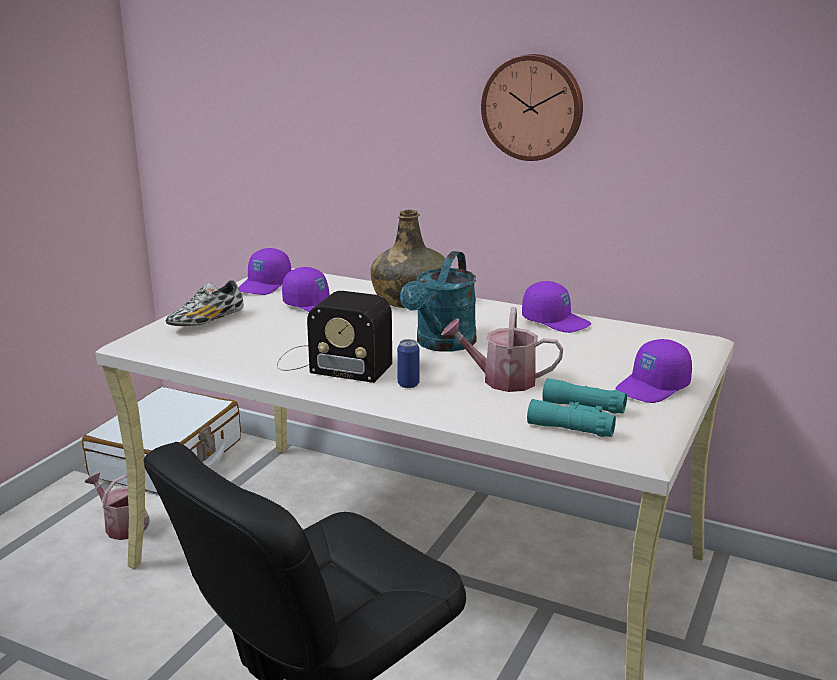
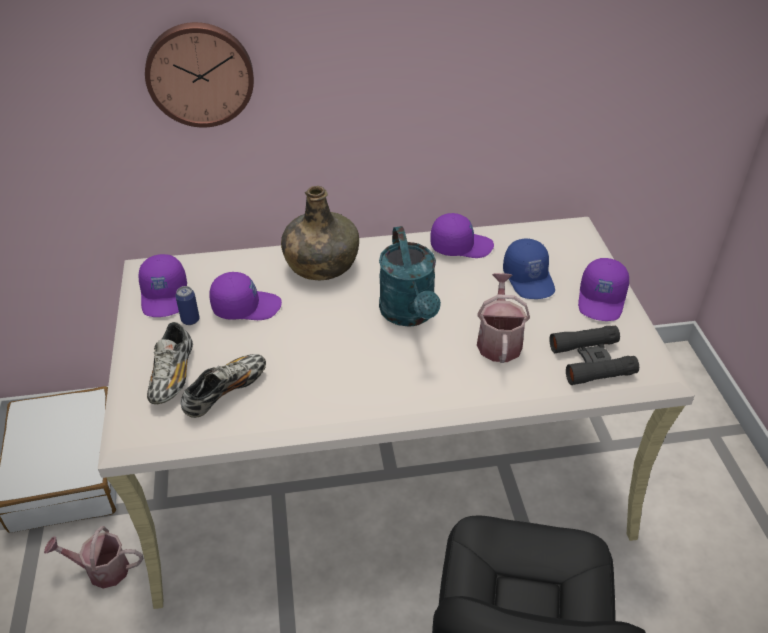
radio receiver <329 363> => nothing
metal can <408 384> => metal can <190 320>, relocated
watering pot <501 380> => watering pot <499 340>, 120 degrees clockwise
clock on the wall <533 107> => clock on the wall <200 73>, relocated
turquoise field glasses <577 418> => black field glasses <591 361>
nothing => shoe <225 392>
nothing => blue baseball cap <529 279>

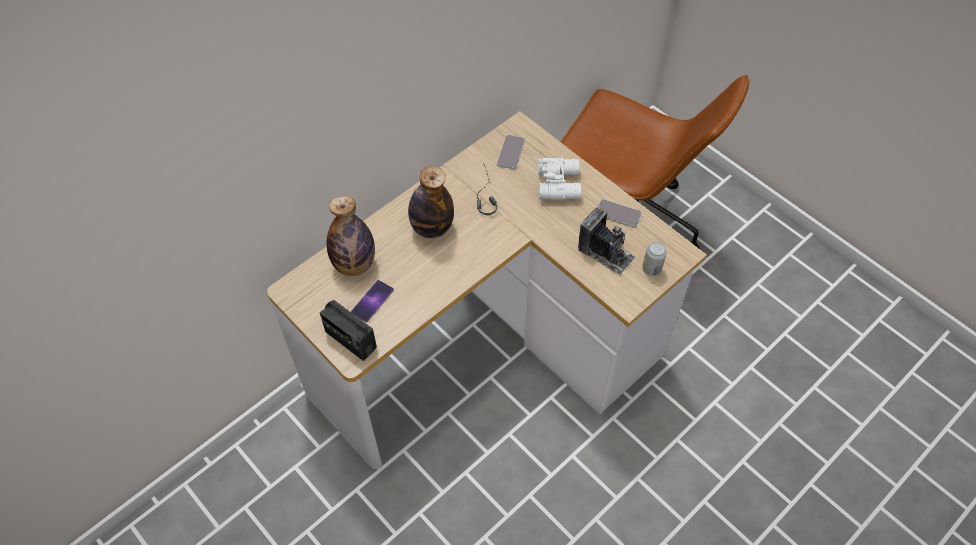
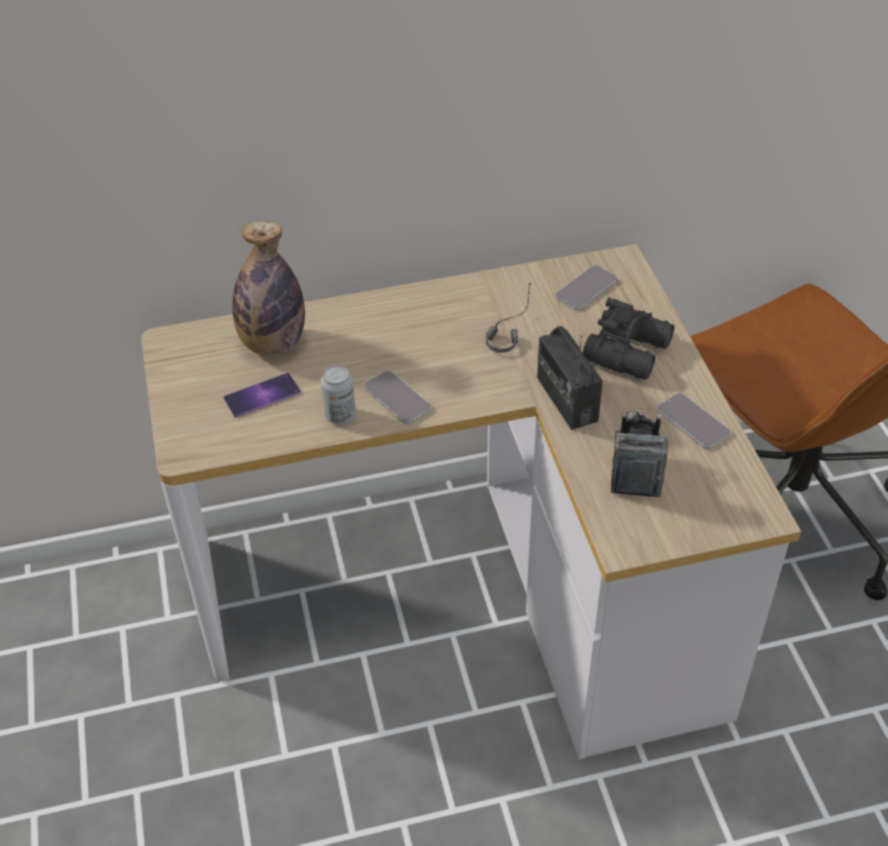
radio receiver <350 340> => radio receiver <566 399>, relocated
beverage bottle <432 228> => nothing
white field glasses <559 183> => black field glasses <630 351>
photo camera <605 253> => photo camera <636 465>, 150 degrees counterclockwise
metal can <651 269> => metal can <340 415>, relocated
nothing => telephone <397 398>

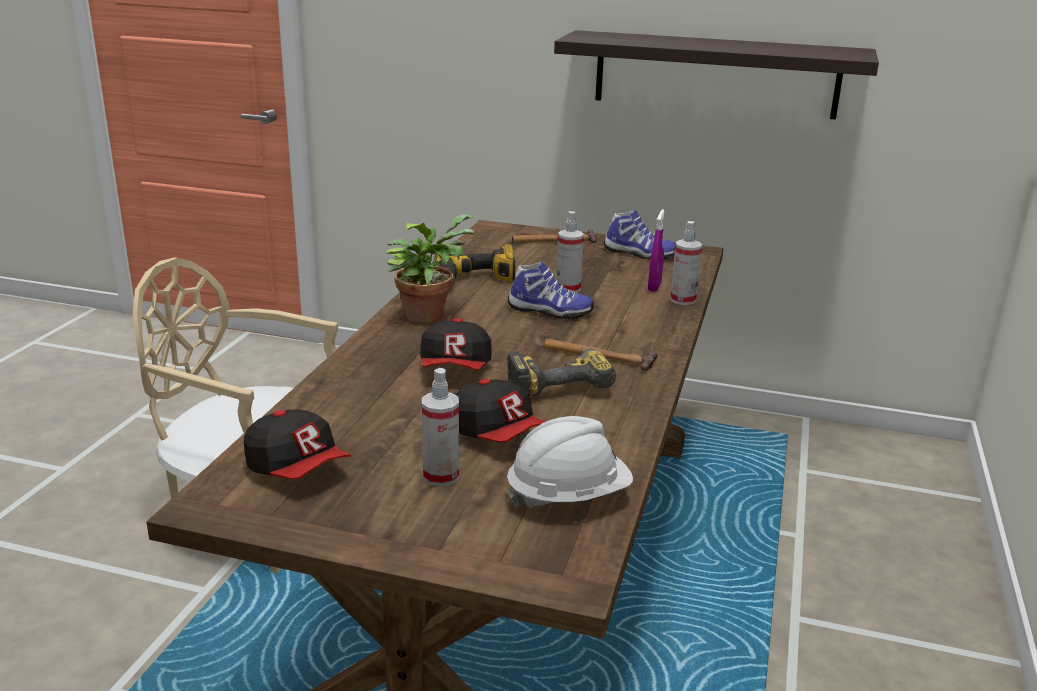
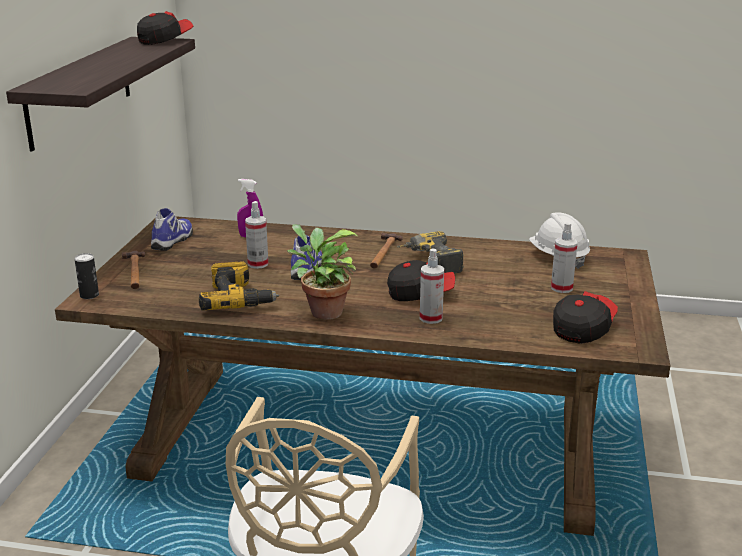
baseball cap <498 434> => baseball cap <164 40>, relocated
spray bottle <683 300> => spray bottle <431 318>, relocated
nothing => metal can <89 295>

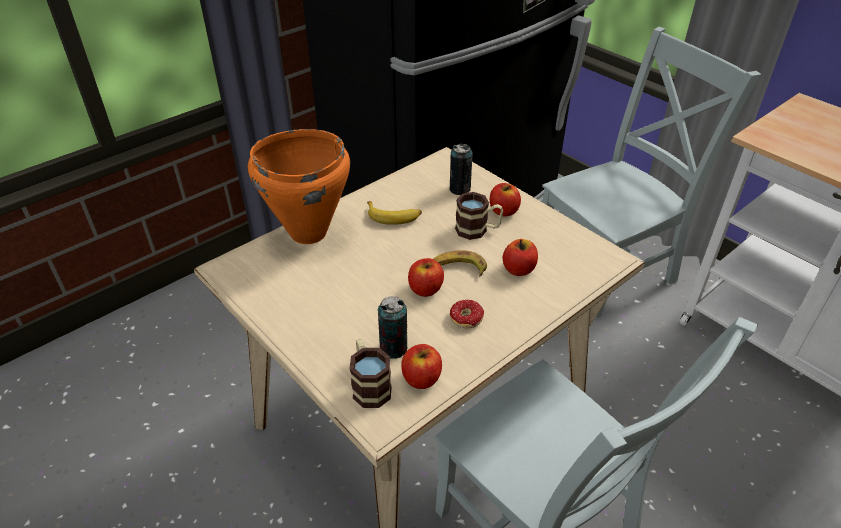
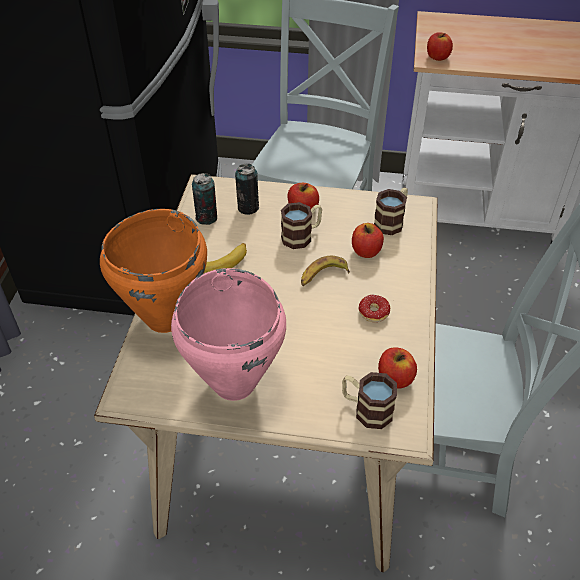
metal can <393 348> => metal can <206 218>, relocated
apple fruit <425 289> => apple fruit <437 57>, relocated
nothing => pink cooking pot <233 384>
nothing => coffee mug <391 221>

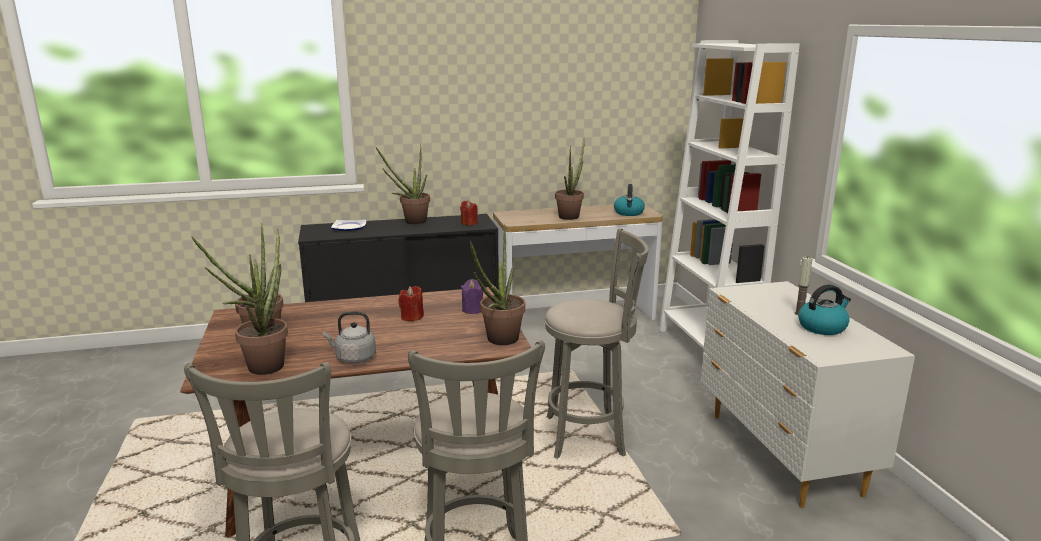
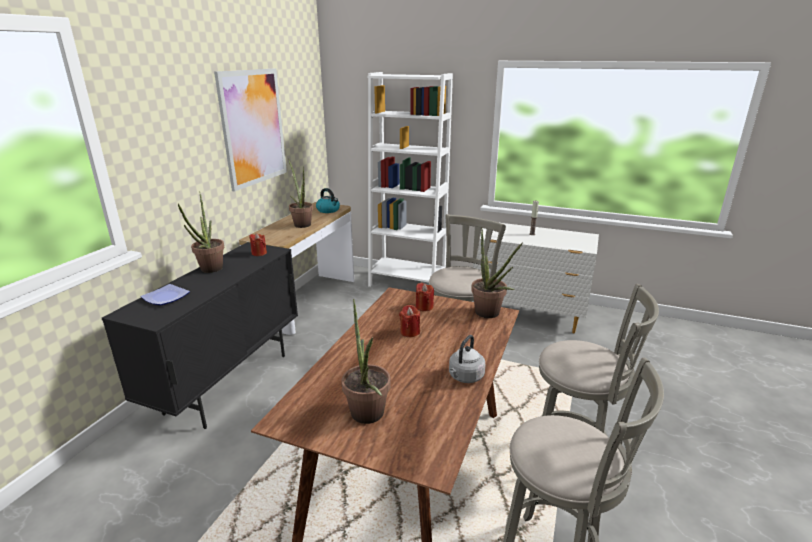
houseplant <270 363> => nothing
purplish wax light <472 310> => red-coloured wax light <424 307>
kettle <822 327> => nothing
nothing => wall picture <253 127>

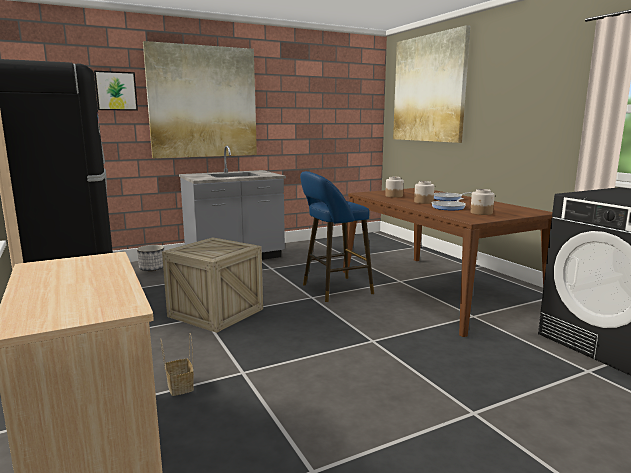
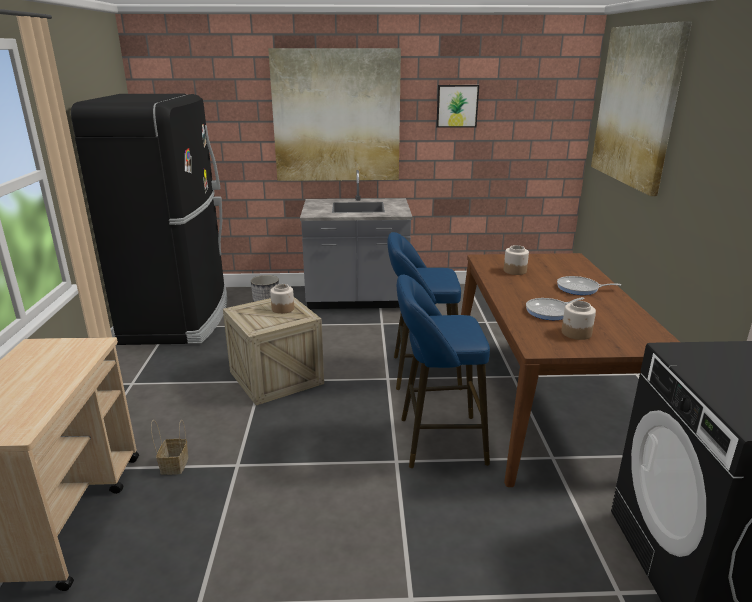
wall picture <116 91> => wall picture <457 106>, relocated
storage jar <423 202> => storage jar <283 309>, relocated
nothing => blue stool <436 441>

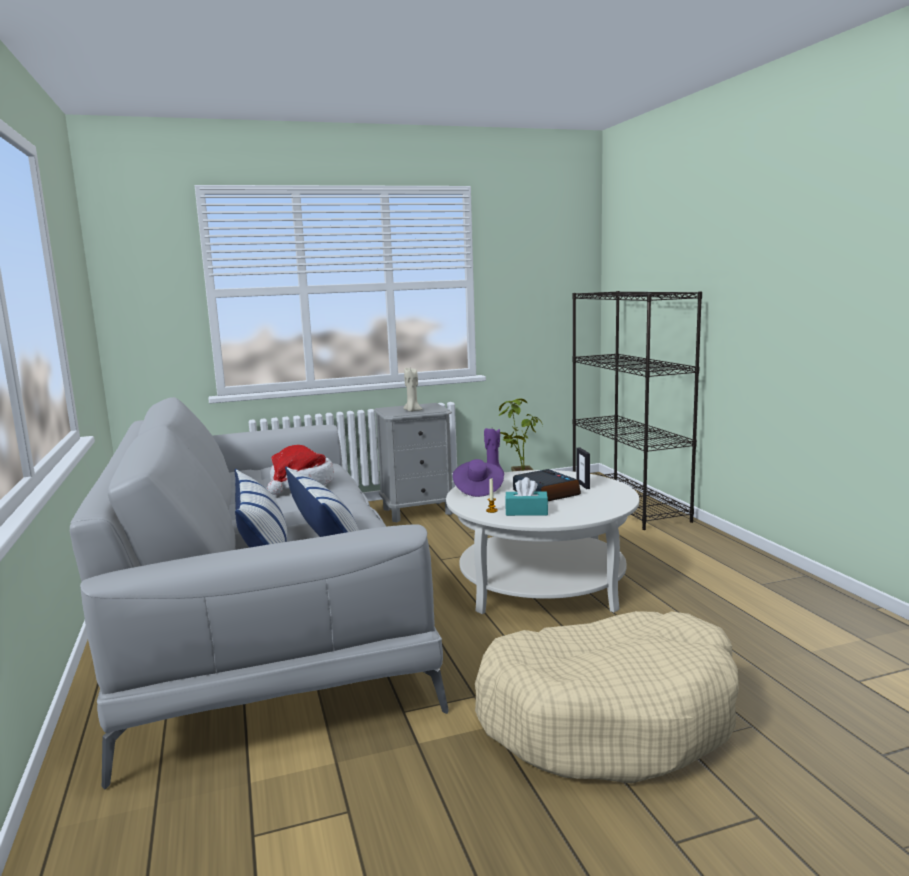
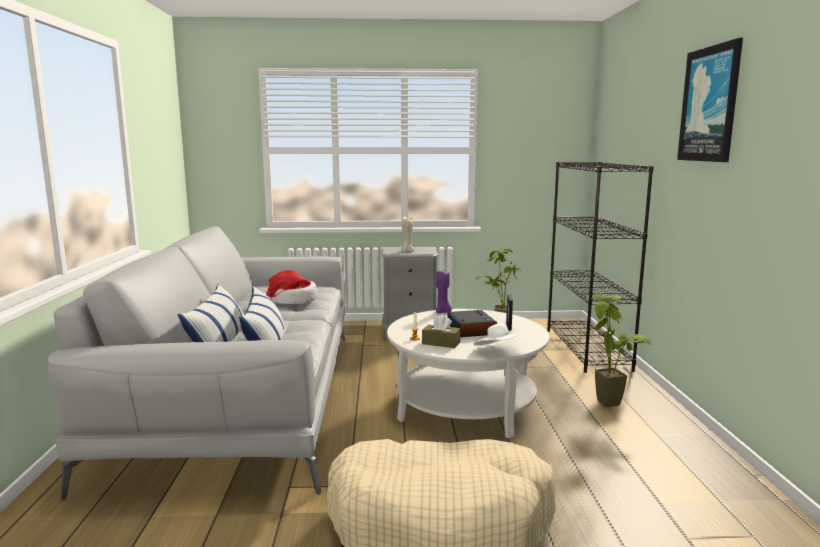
purplish clothing hat <477 489> => nothing
turquoise box of tissues <526 512> => brownish box of tissues <441 343>
nothing => white clothing hat <498 351>
nothing => houseplant <611 407>
nothing => wall picture <710 104>

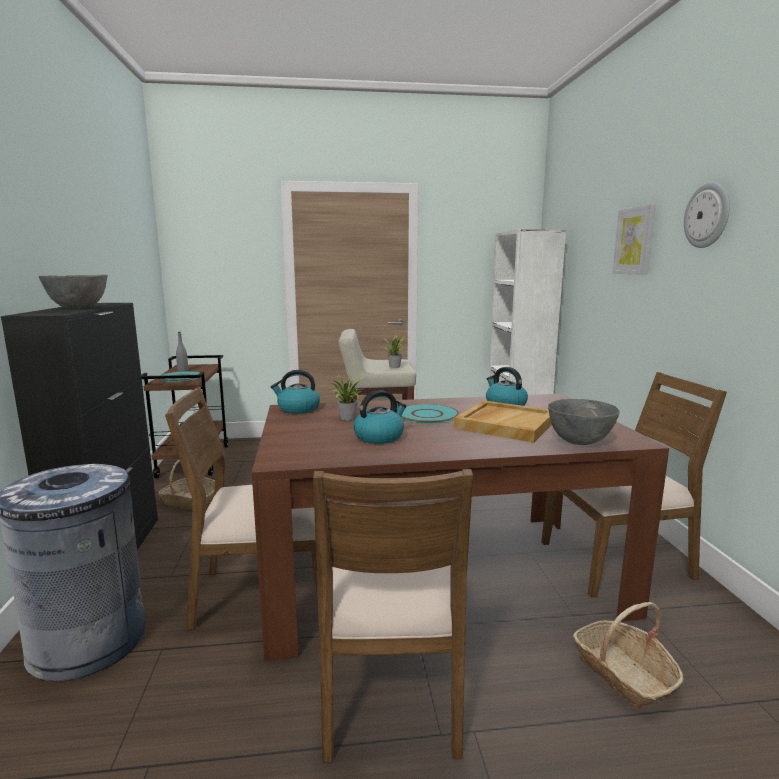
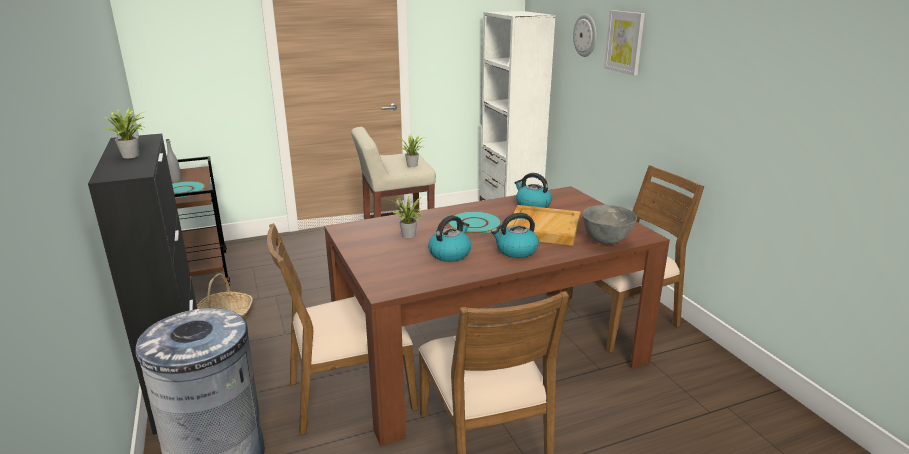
greyish bowl <78 308> => houseplant <133 156>
kettle <298 409> => kettle <515 251>, relocated
household basket <623 673> => nothing
clock on the wall <707 215> => clock on the wall <585 35>, relocated

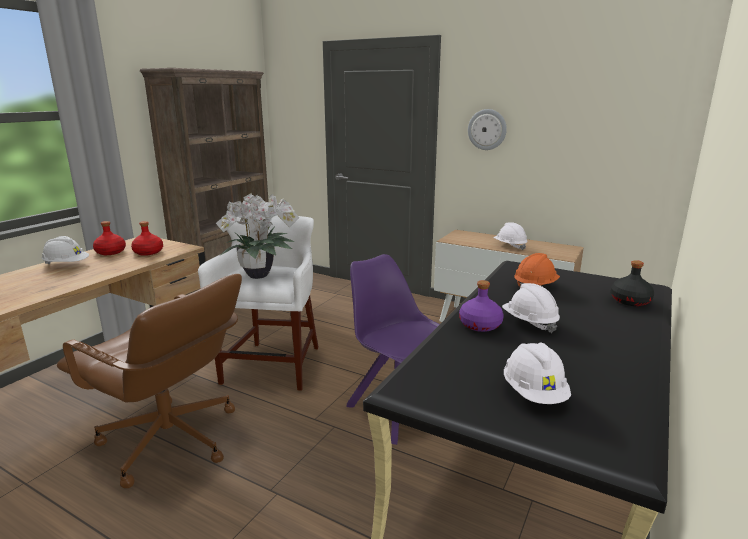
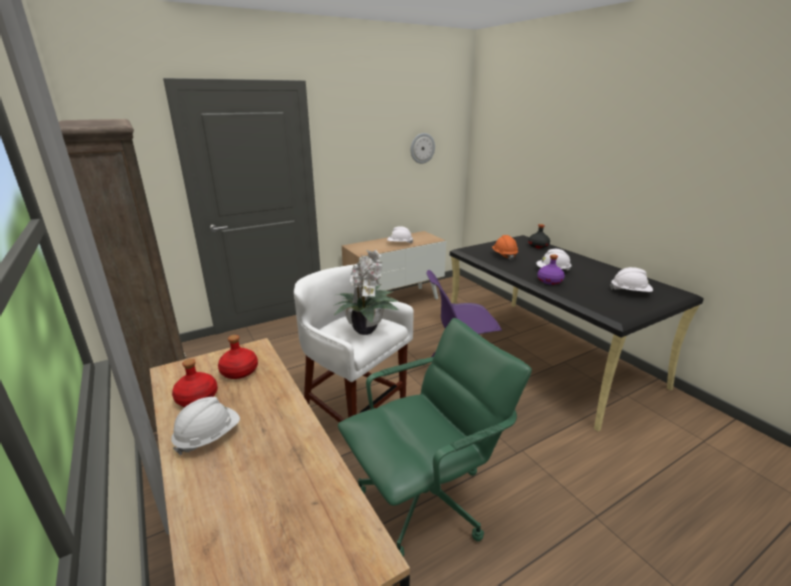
brownish office chair <170 441> => green office chair <425 500>
clock on the wall <487 129> => clock on the wall <422 148>, relocated

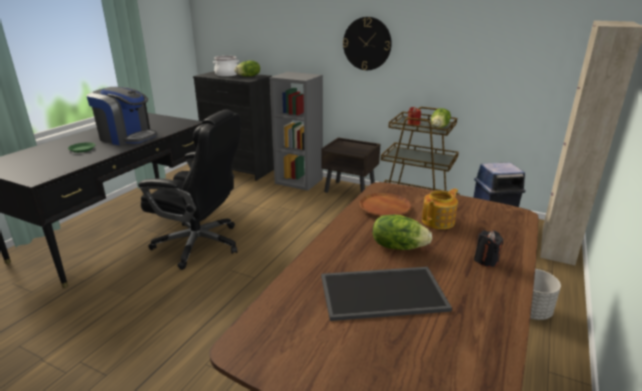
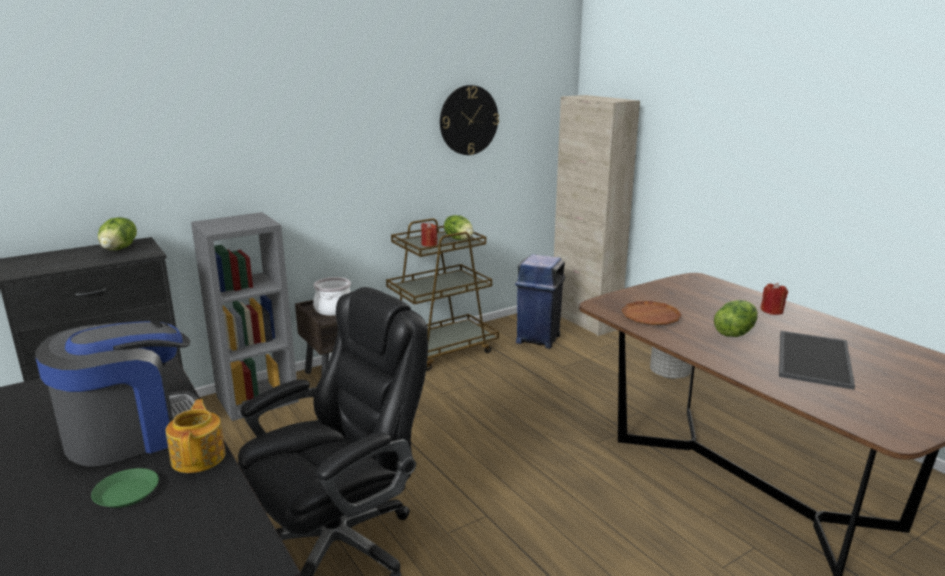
cooking pot <227 74> => cooking pot <333 309>, relocated
clock on the wall <367 44> => clock on the wall <468 120>, relocated
pot for tea <439 221> => pot for tea <199 457>, relocated
black wax light <486 260> => red-coloured wax light <772 311>

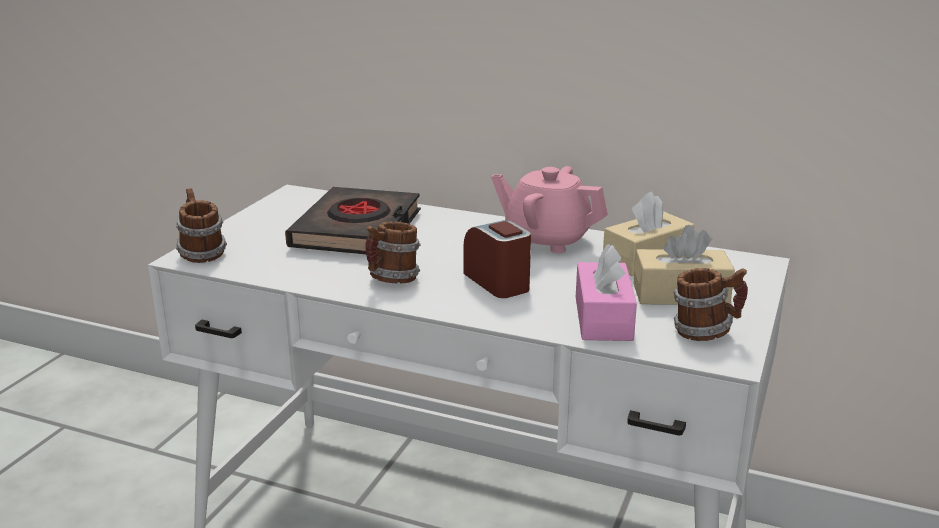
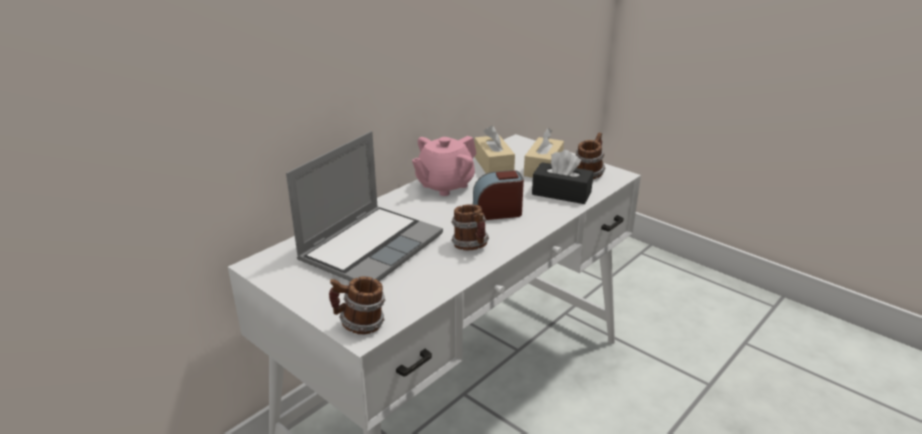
black bound book <358 230> => portable computer <371 247>
pink box of tissues <603 318> => black box of tissues <561 193>

